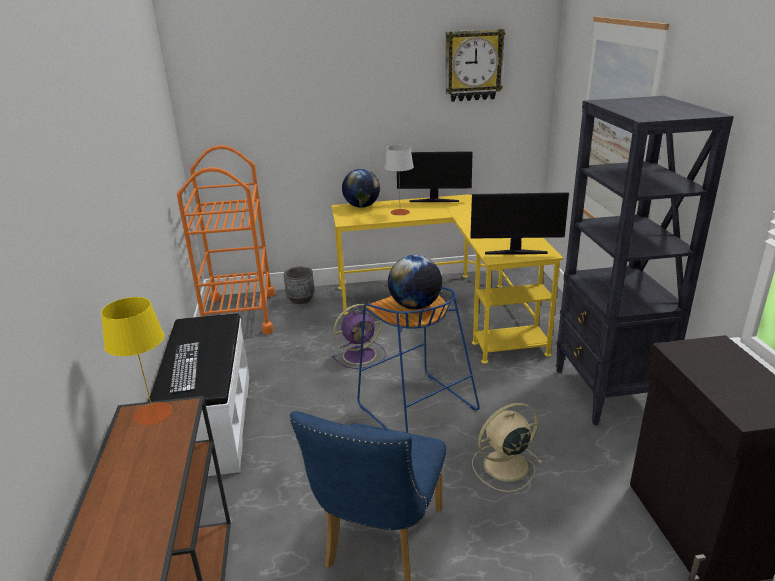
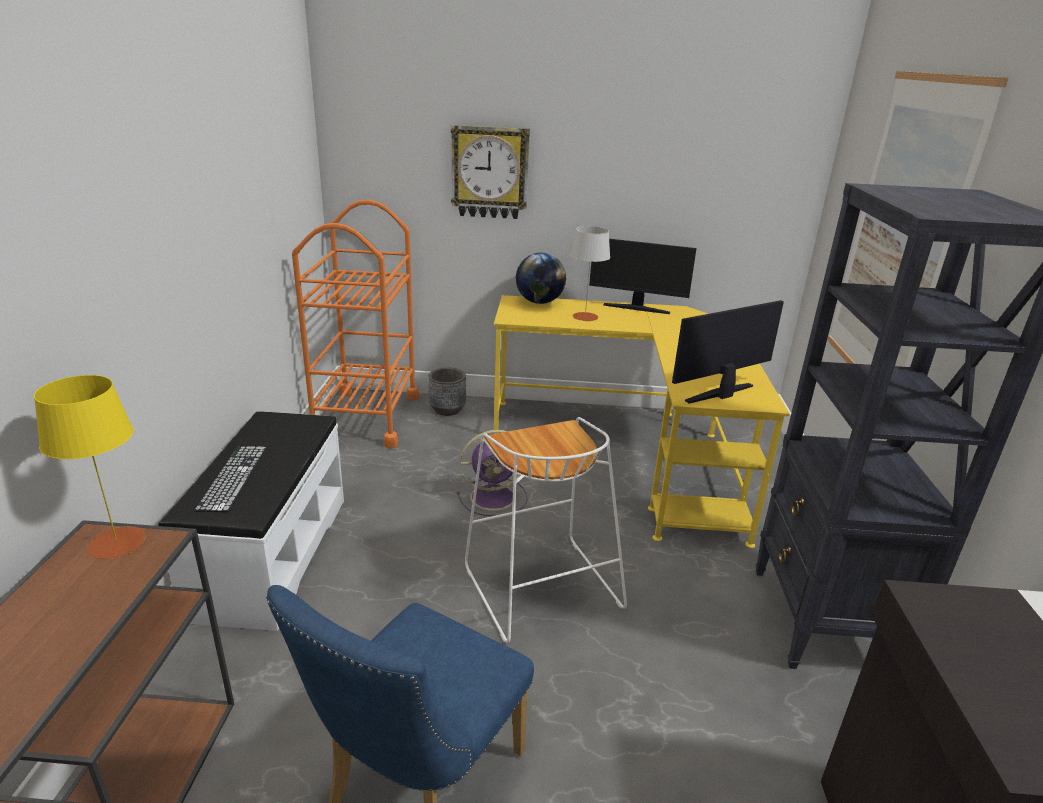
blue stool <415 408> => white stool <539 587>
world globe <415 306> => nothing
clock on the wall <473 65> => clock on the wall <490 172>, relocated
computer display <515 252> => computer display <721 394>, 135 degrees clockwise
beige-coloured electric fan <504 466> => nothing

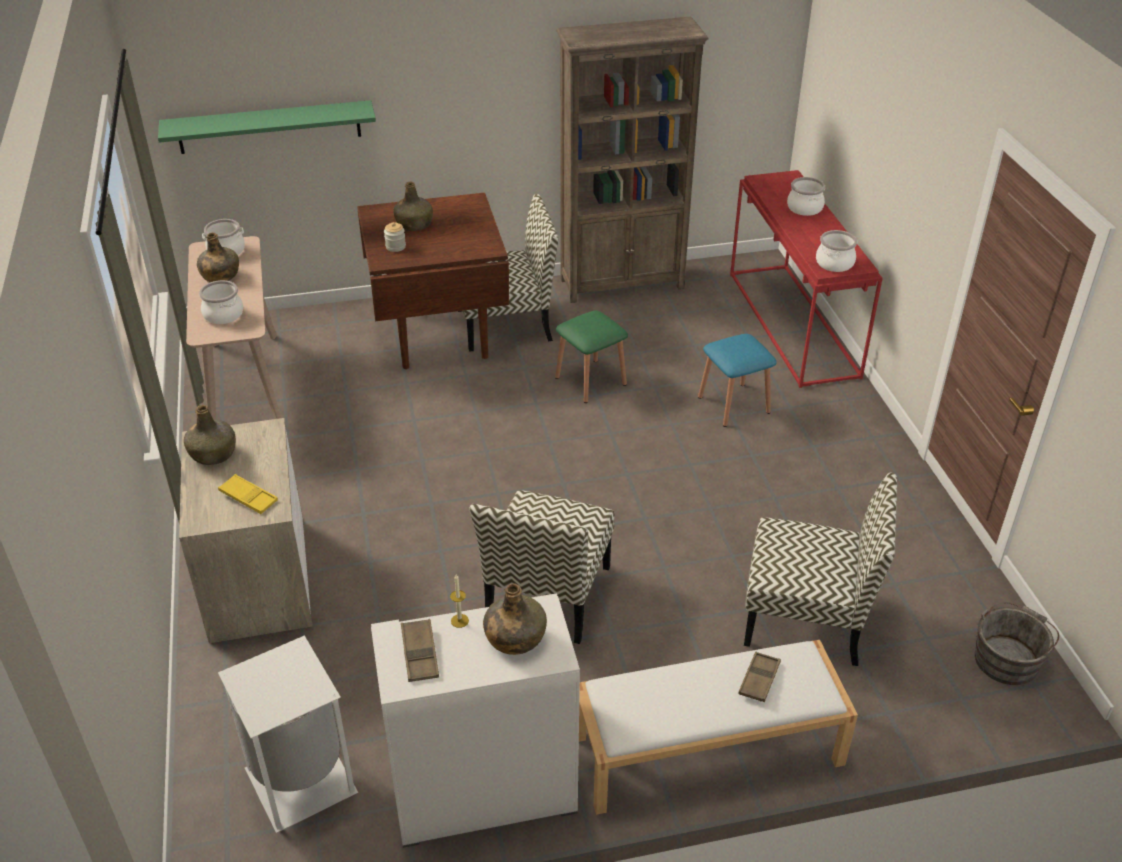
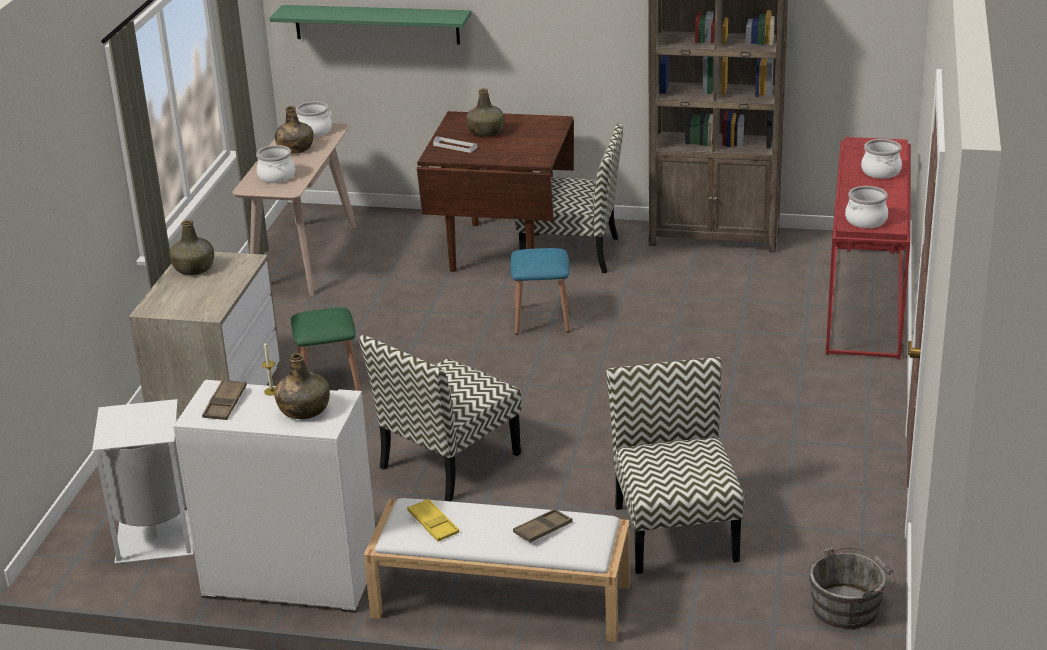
yellowish tray <248 497> => yellowish tray <433 524>, relocated
storage jar <395 247> => white tray <455 146>
green stool <590 381> => green stool <329 384>, relocated
blue stool <733 405> => blue stool <541 320>, relocated
upright chair <807 618> => upright chair <674 531>, 135 degrees counterclockwise

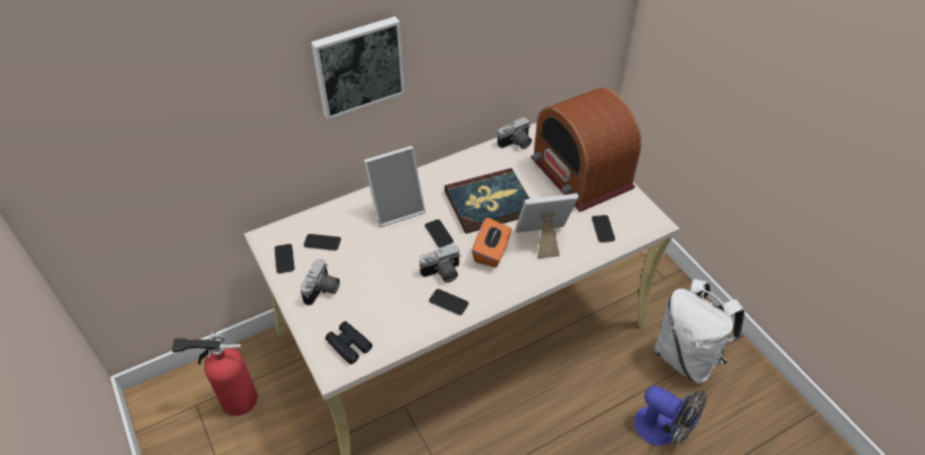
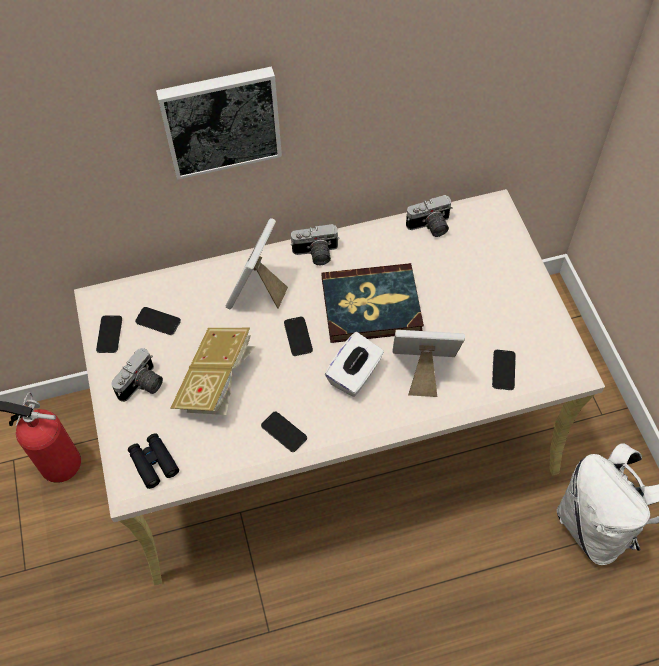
photo frame <397 208> => photo frame <257 291>, 120 degrees clockwise
photo camera <442 273> => photo camera <316 254>, relocated
orange-coloured box of tissues <491 252> => white box of tissues <355 375>
radio receiver <580 173> => nothing
electric fan <663 430> => nothing
nothing => bound book <217 383>

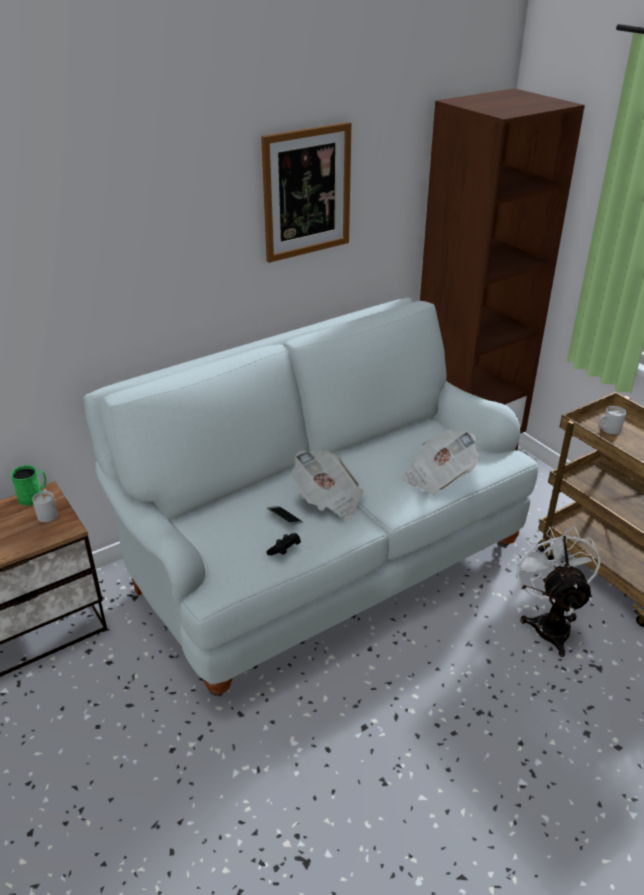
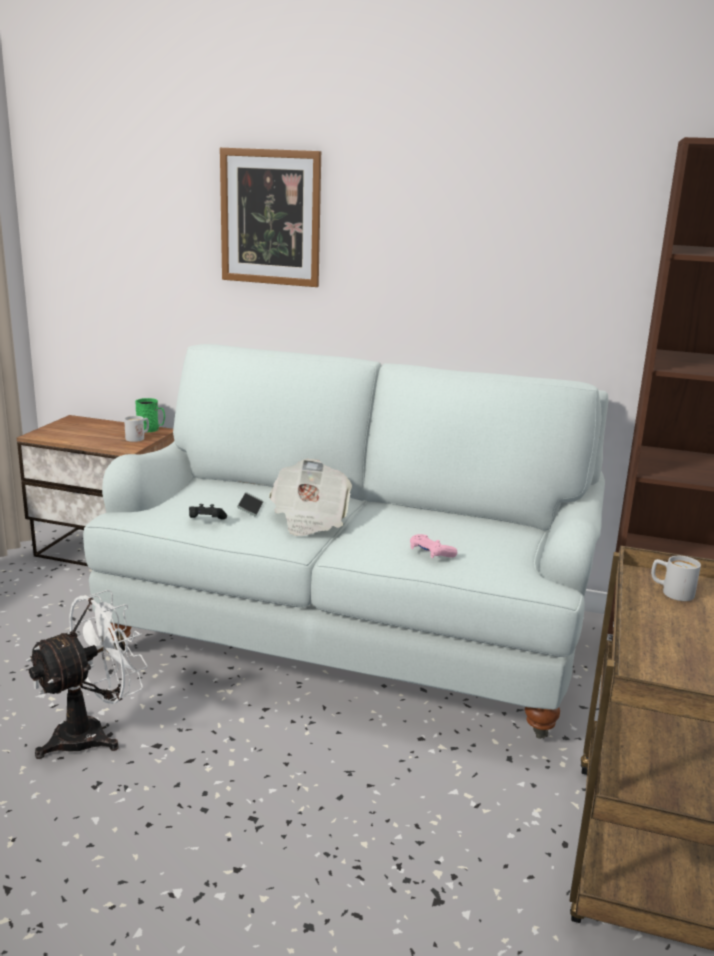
wall picture <307 192> => wall picture <270 217>, relocated
daily paper <438 476> => pink joypad <430 553>
white electric fan <549 623> => white electric fan <92 733>, relocated

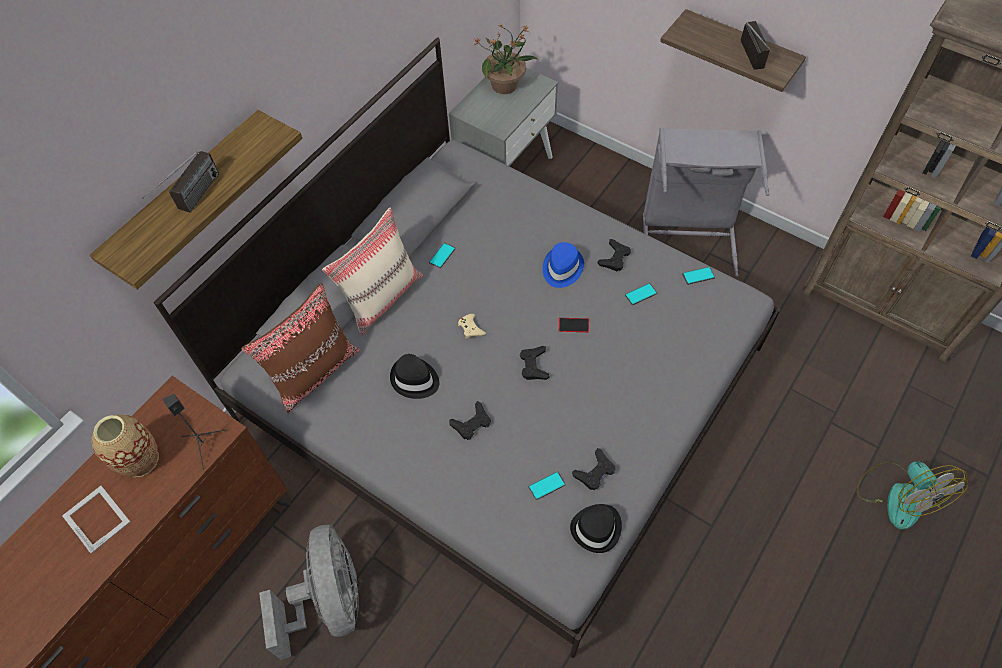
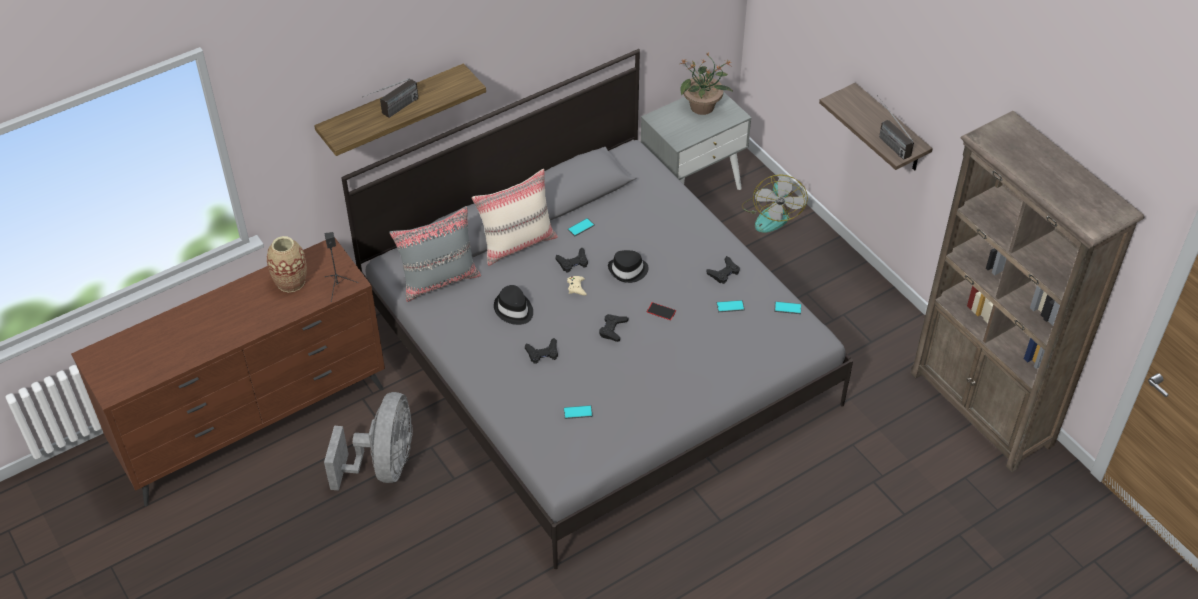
photo frame <96 518> => nothing
brownish throw pillow <314 371> => greyish throw pillow <439 280>
blue clothing hat <561 268> => nothing
black clothing hat <597 529> => black clothing hat <628 270>, relocated
black joypad <595 472> => black joypad <573 262>, relocated
greyish hamper <688 236> => nothing
radio receiver <757 62> => radio receiver <887 141>, 135 degrees clockwise
electric fan <898 495> => electric fan <771 214>, relocated

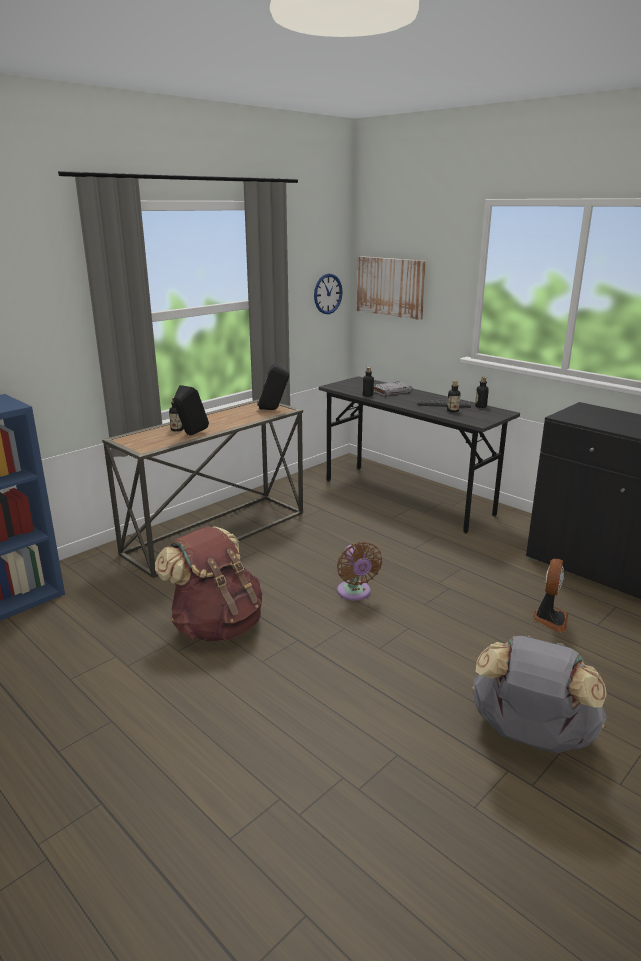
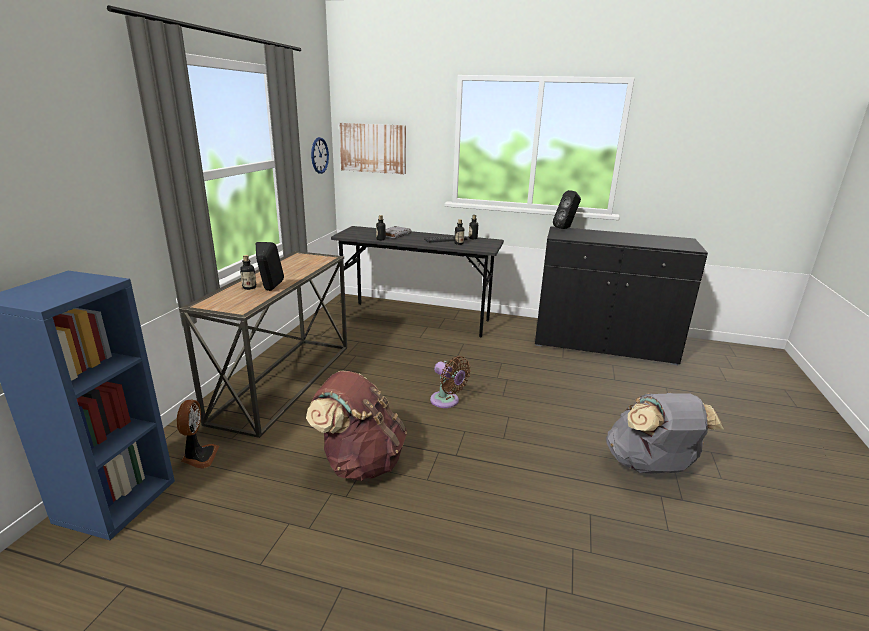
black audio speaker <273 409> => black audio speaker <565 228>, relocated
electric fan <550 619> => electric fan <199 456>, relocated

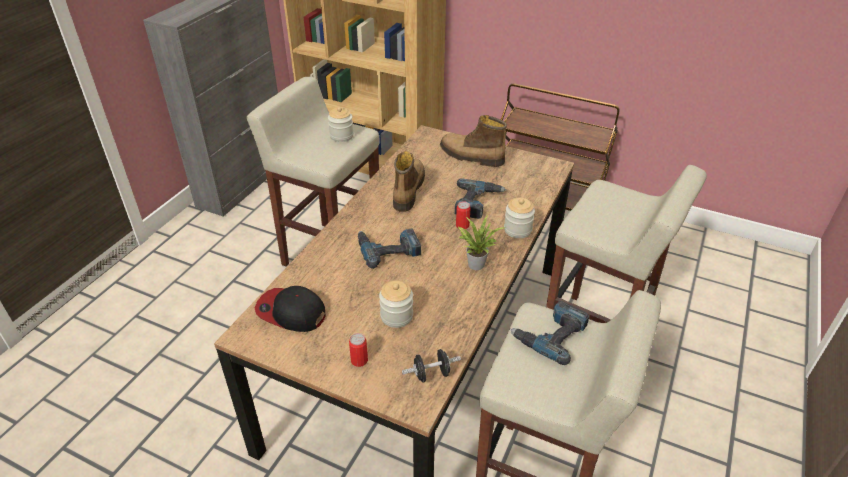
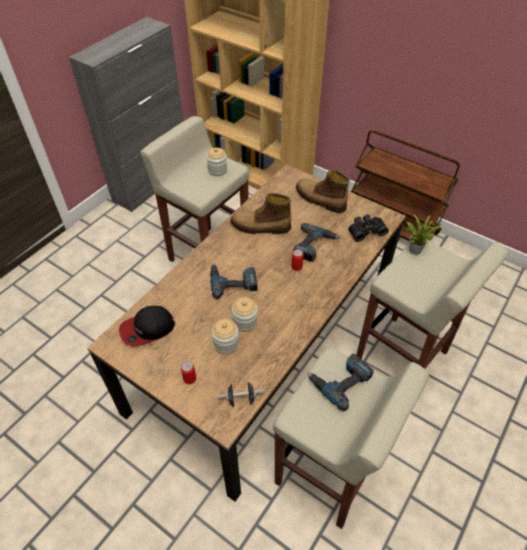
baseball cap <291 312> => baseball cap <147 329>, 60 degrees counterclockwise
high-top boot <407 190> => high-top boot <260 227>, 105 degrees counterclockwise
houseplant <475 263> => houseplant <414 249>, relocated
storage jar <517 230> => storage jar <245 322>, relocated
nothing => black field glasses <365 231>

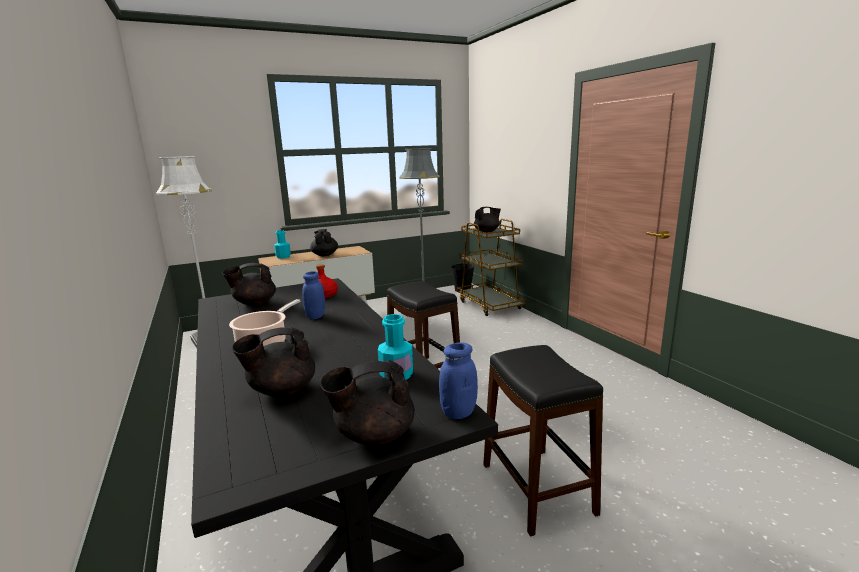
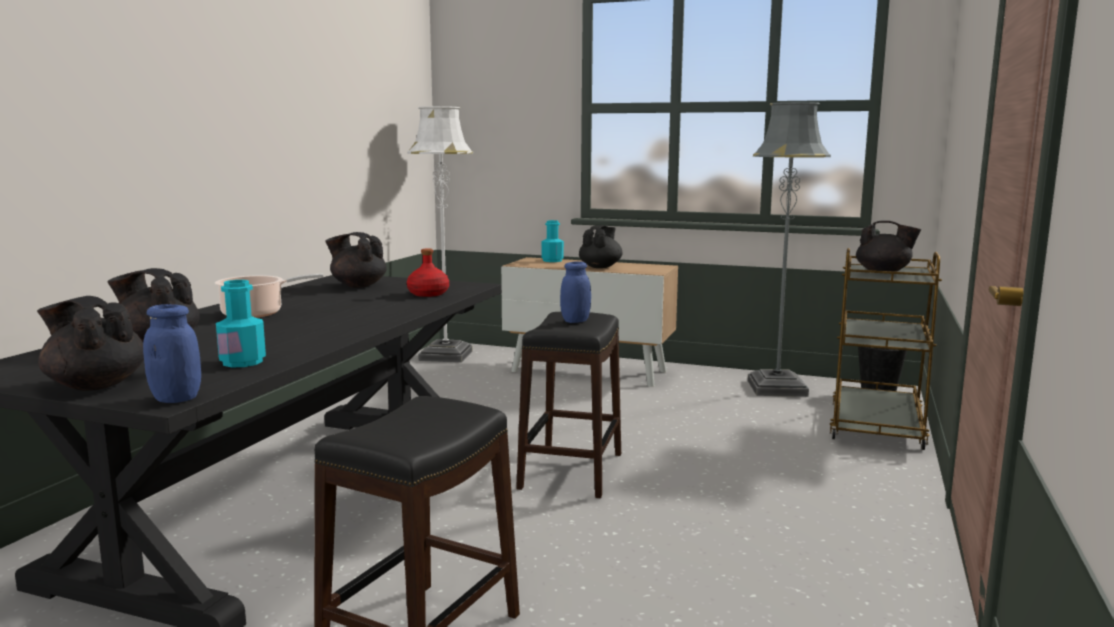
blue storage jar <315 316> => blue storage jar <575 321>, relocated

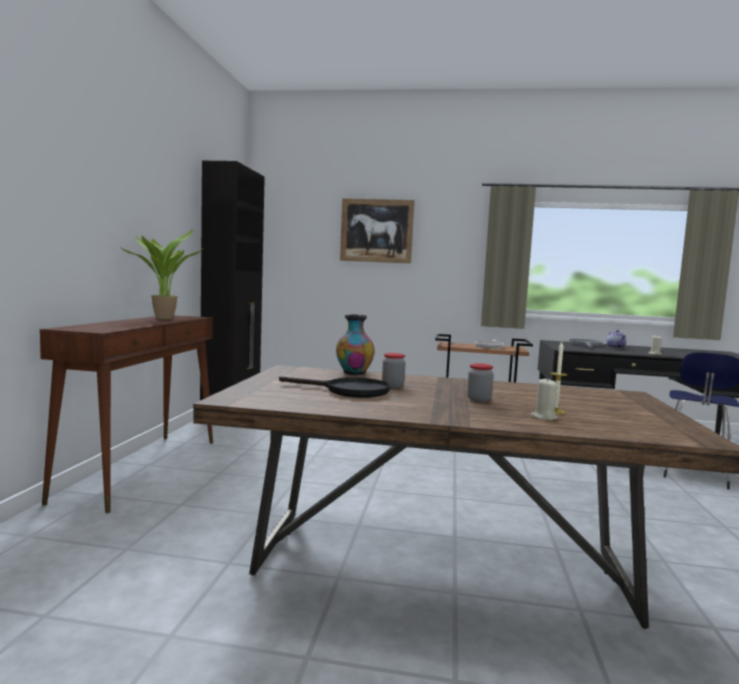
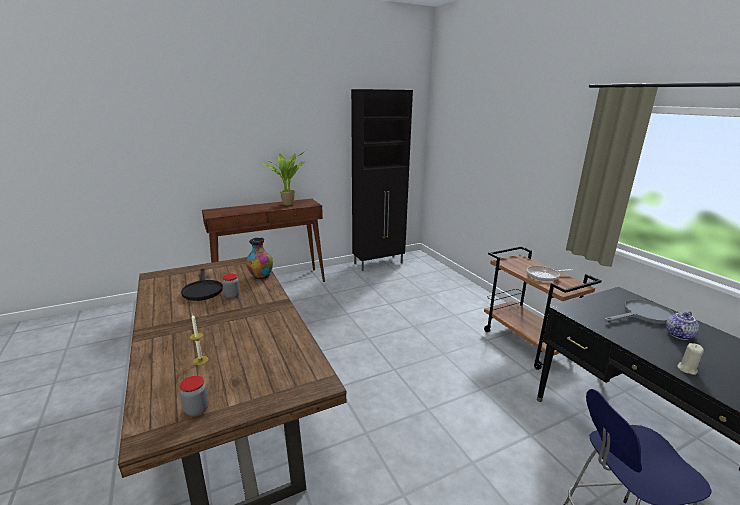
wall picture <376 231> => nothing
storage jar <479 400> => storage jar <197 409>, relocated
beige-coloured wax light <543 417> => nothing

